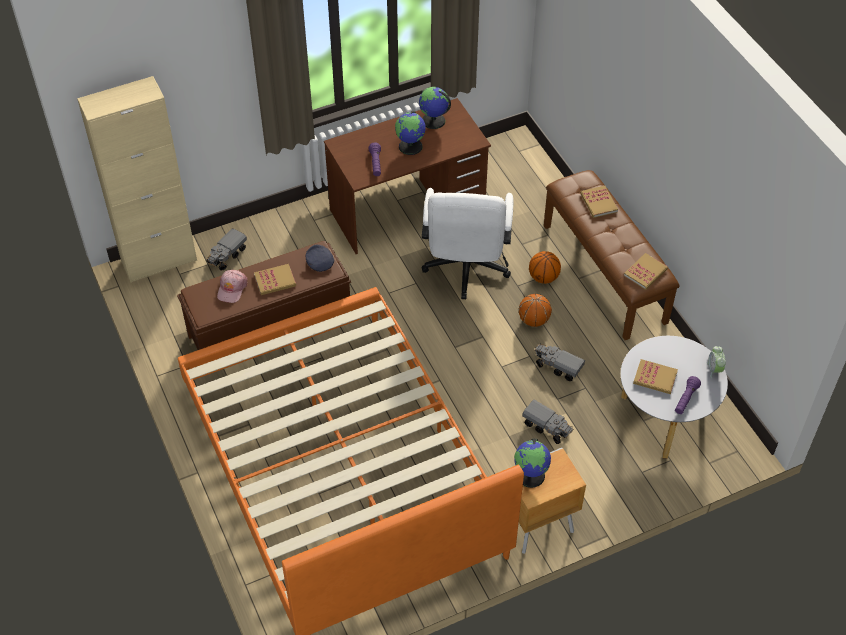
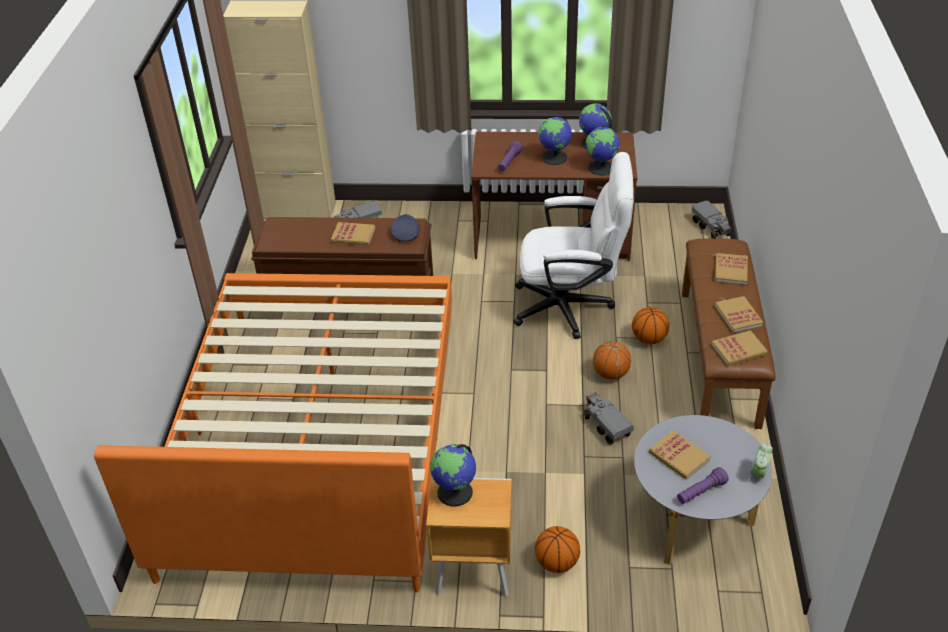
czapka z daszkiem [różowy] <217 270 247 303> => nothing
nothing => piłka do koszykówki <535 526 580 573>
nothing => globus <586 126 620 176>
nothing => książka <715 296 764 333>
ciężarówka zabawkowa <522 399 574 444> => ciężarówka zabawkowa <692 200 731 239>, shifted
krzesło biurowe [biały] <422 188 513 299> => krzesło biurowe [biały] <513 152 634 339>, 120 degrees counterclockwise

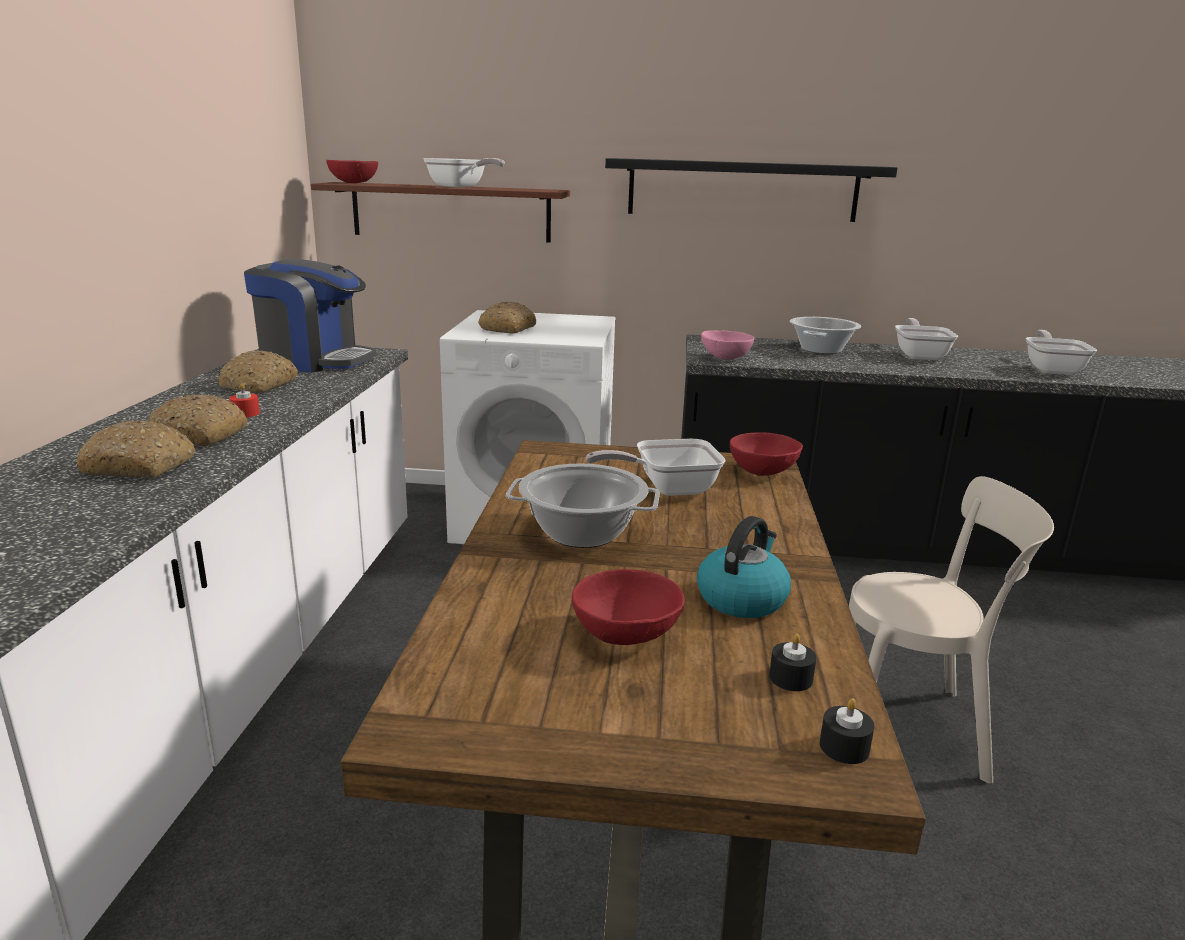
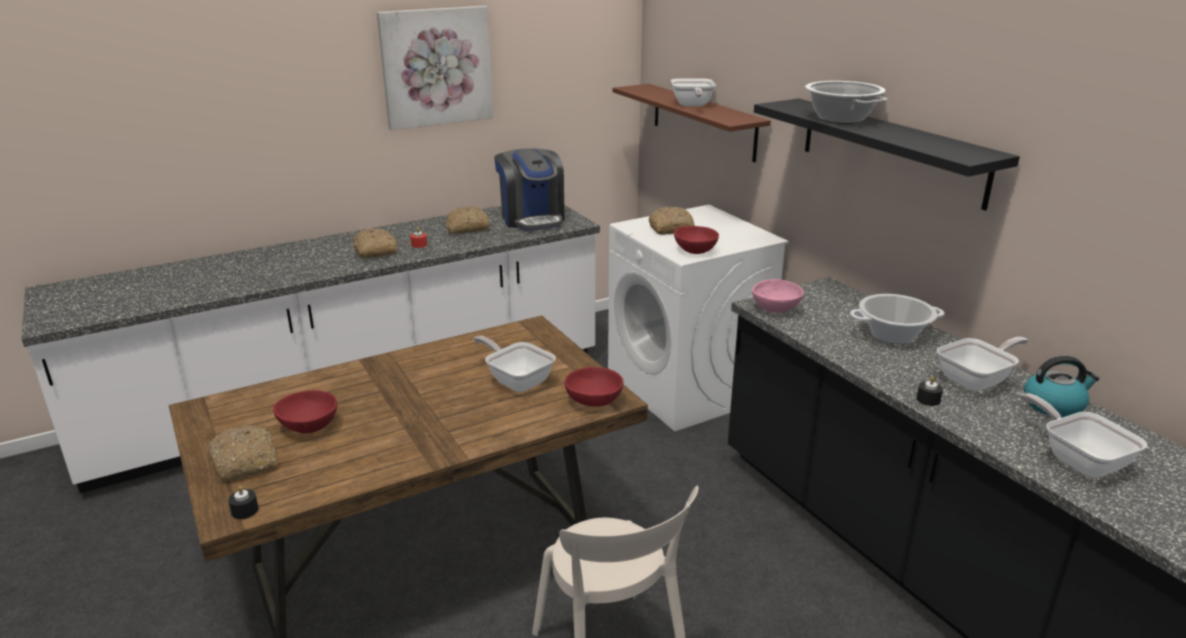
nothing => obraz <377 6 493 130>
chleb <76 420 196 478> => chleb <208 425 277 481>, shifted
miska [czerwony] <326 160 378 183> => miska [czerwony] <674 226 719 254>, shifted
garnek <506 464 660 548> => garnek <804 81 887 124>, shifted
czajnik <697 516 791 618> => czajnik <1024 356 1099 418>, shifted
świeca [czarny] <769 634 816 691> => świeca [czarny] <916 376 943 406>, shifted
patelnia <1026 330 1097 375> => patelnia <1019 393 1147 478>, 90 degrees counterclockwise

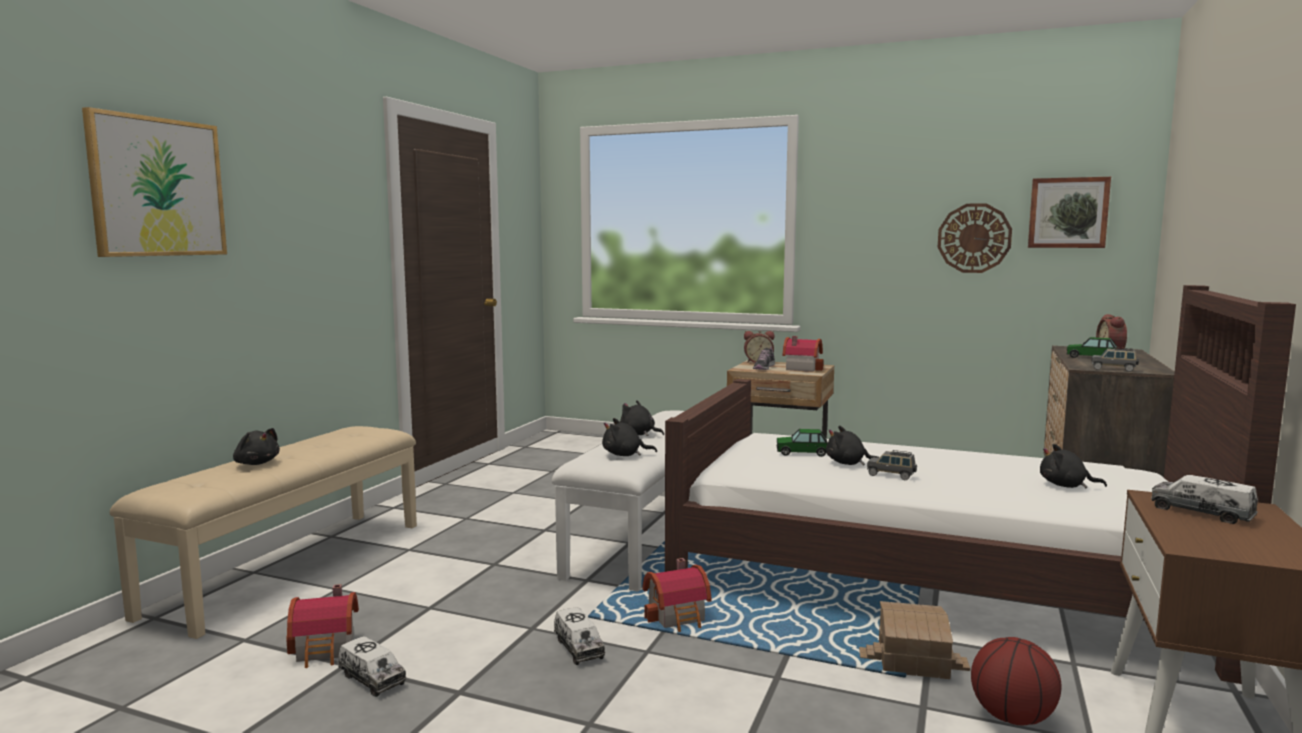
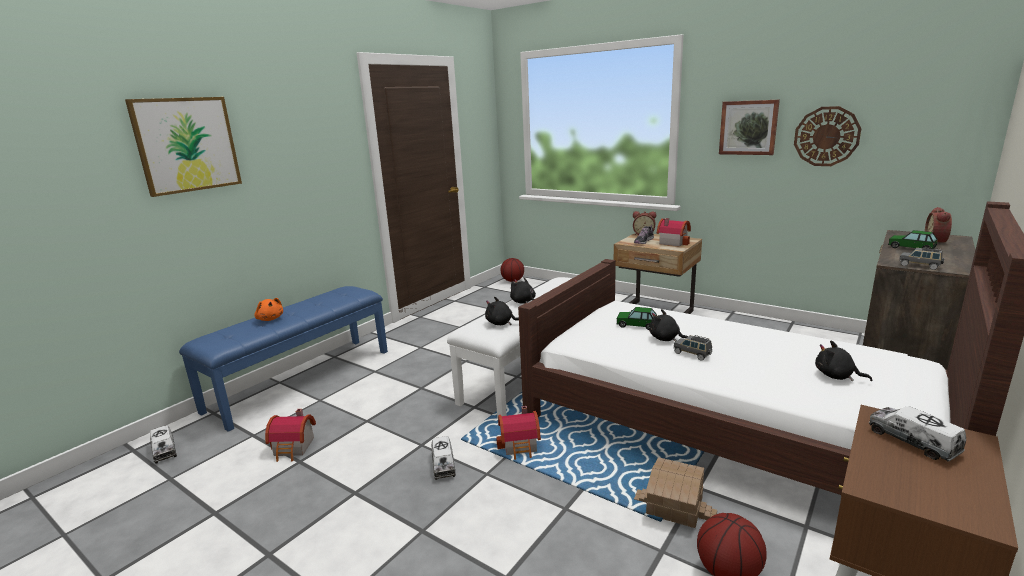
nothing => piłka do koszykówki <501 258 524 282>
ciężarówka zabawkowa <338 636 406 697> => ciężarówka zabawkowa <150 425 177 464>, shifted
obraz <1028 177 1111 248> => obraz <719 100 780 155>, shifted
ławka [beżowy] <110 426 417 639> => ławka [niebieski] <179 286 388 432>
pluszak [czarny] <233 428 280 465> => pluszak [pomarańczowy] <254 298 283 321>

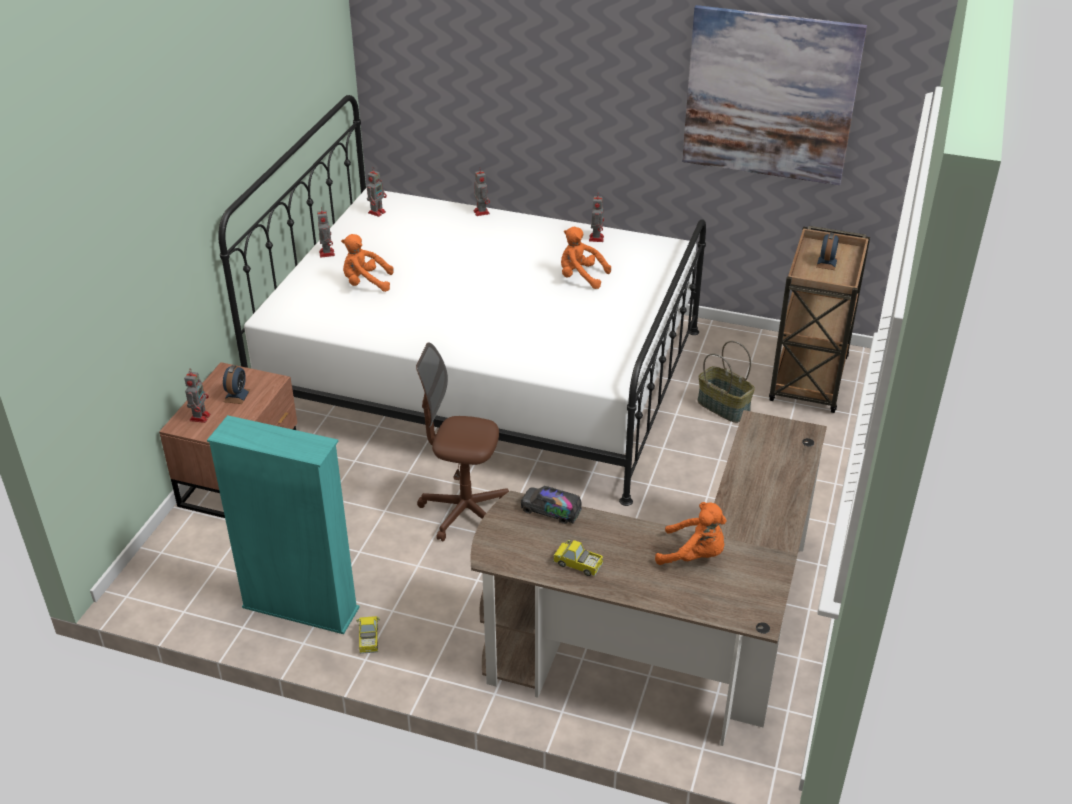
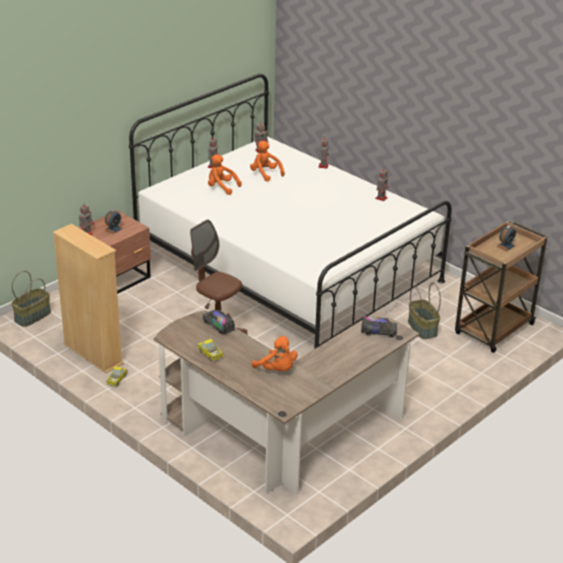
obraz <682 5 867 185> => nothing
nothing => koszyk <11 271 51 327>
nothing => ciężarówka zabawkowa <361 317 397 338>
pluszak [pomarańczowy] <561 227 611 289> => pluszak [pomarańczowy] <250 141 285 182>, shifted
regał [turkusowy] <207 415 360 634> => regał [beżowy] <53 224 124 373>

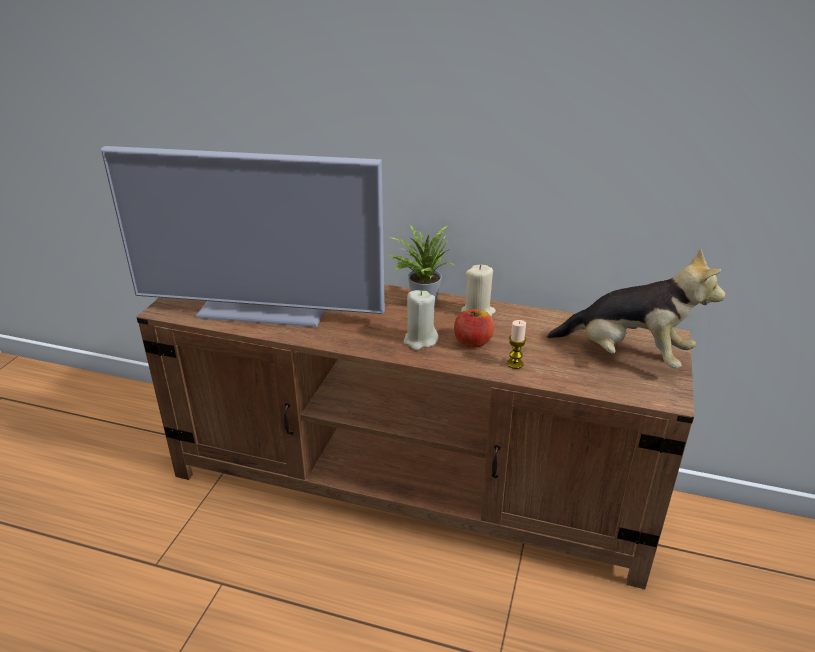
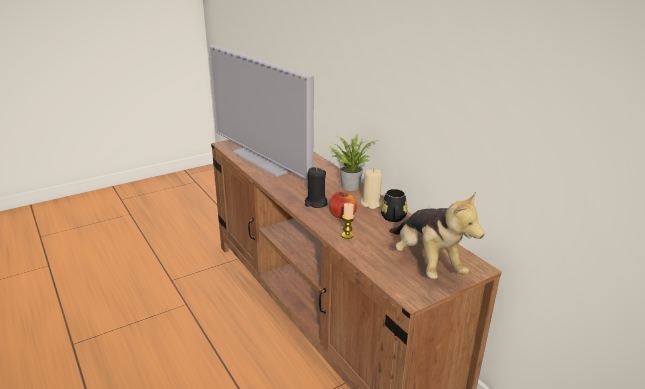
nothing => kubek [czarny] <381 189 408 222>
świeca [beżowy] <404 290 439 350> => świeca [czarny] <305 167 328 208>

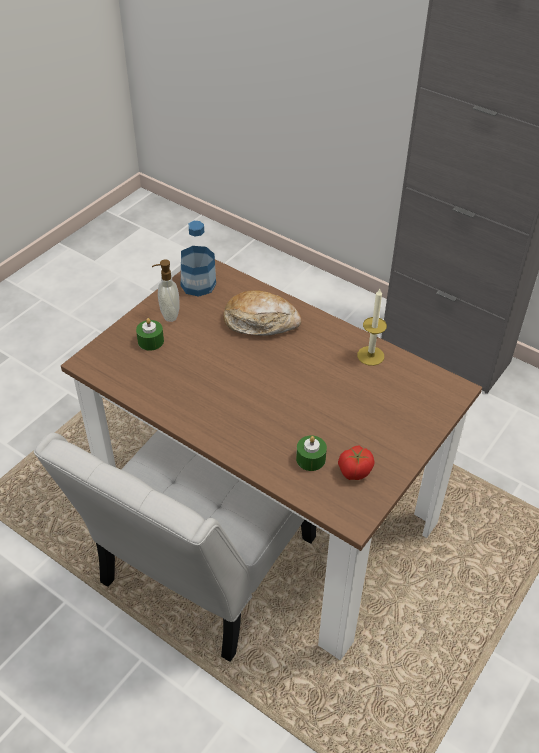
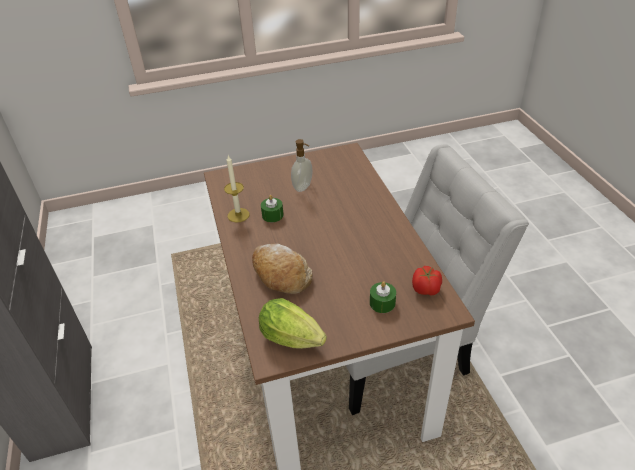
dozownik mydła <152 259 180 322> => dozownik mydła <291 139 313 192>, shifted
świeca [zielony] <296 435 327 471> => świeca [zielony] <261 195 284 222>, shifted
pomidor <338 445 375 480> => pomidor <412 266 442 295>, shifted
butelka <181 221 216 297> => sałata <259 298 327 349>

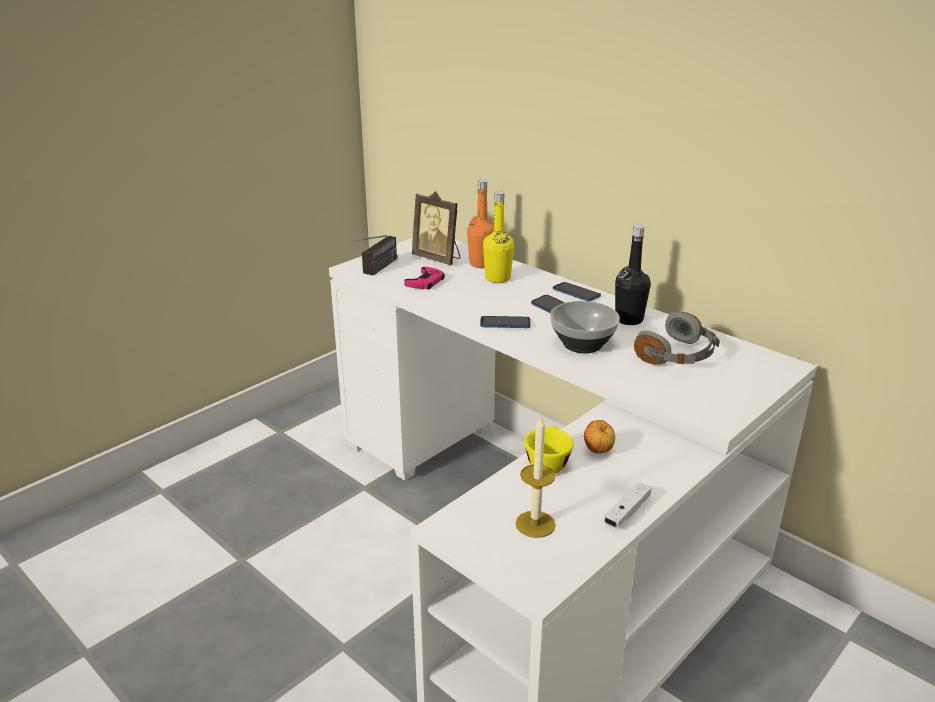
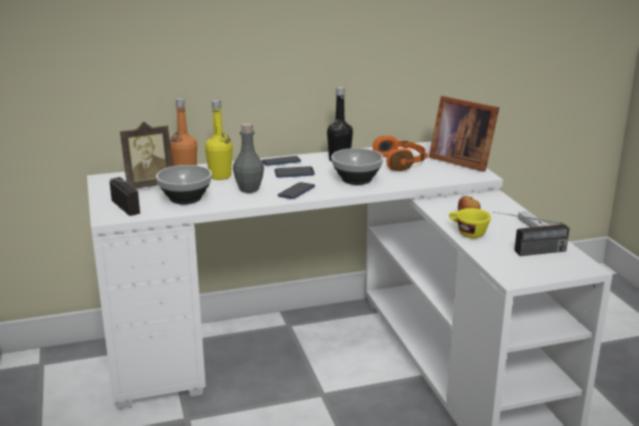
nothing => butelka [szary] <233 123 264 193>
nothing => ramka na zdjęcie <429 96 499 172>
pad do gier [różowy] <404 267 445 289> => miska <156 165 212 205>
świeca <515 417 556 538> => radio <493 211 569 256>
słuchawki [szary] <634 312 720 365> => słuchawki [pomarańczowy] <373 136 428 171>

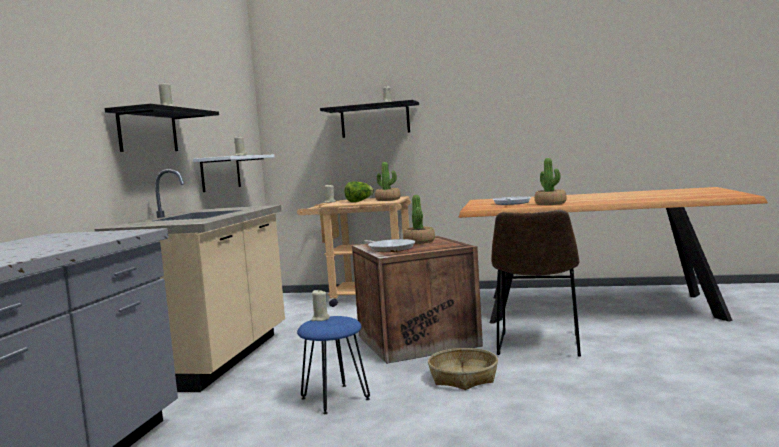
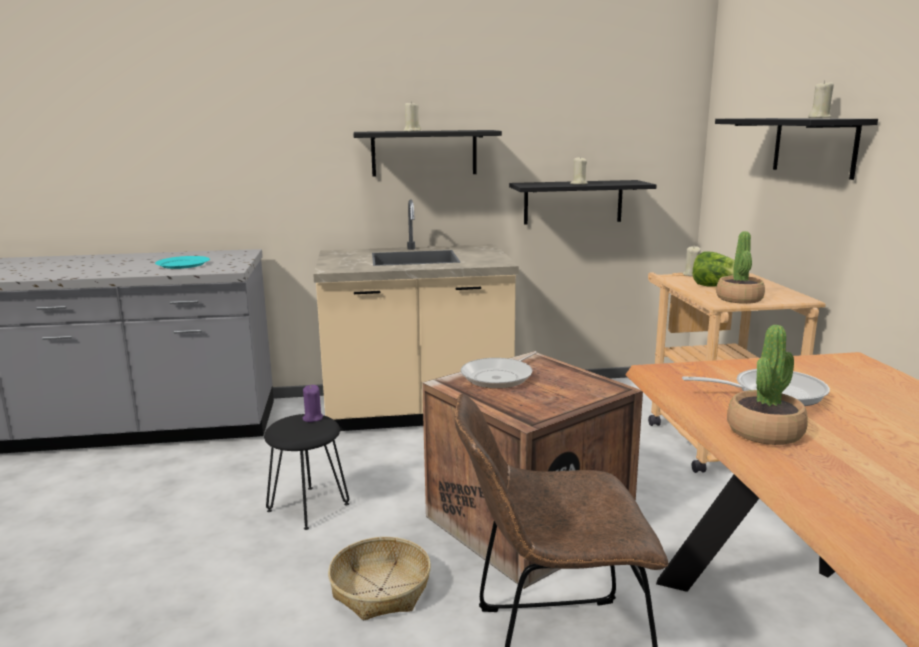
roślina doniczkowa <403 195 435 244> => nothing
nothing => talerz [turkusowy] <155 256 210 269>
półka [biały] <193 155 275 192> => półka [czarny] <509 180 657 225>
stołek [niebieski] <297 316 370 414> => stołek [czarny] <264 414 349 530>
świeca [beżowy] <311 289 330 321> => świeca [fioletowy] <303 385 323 422>

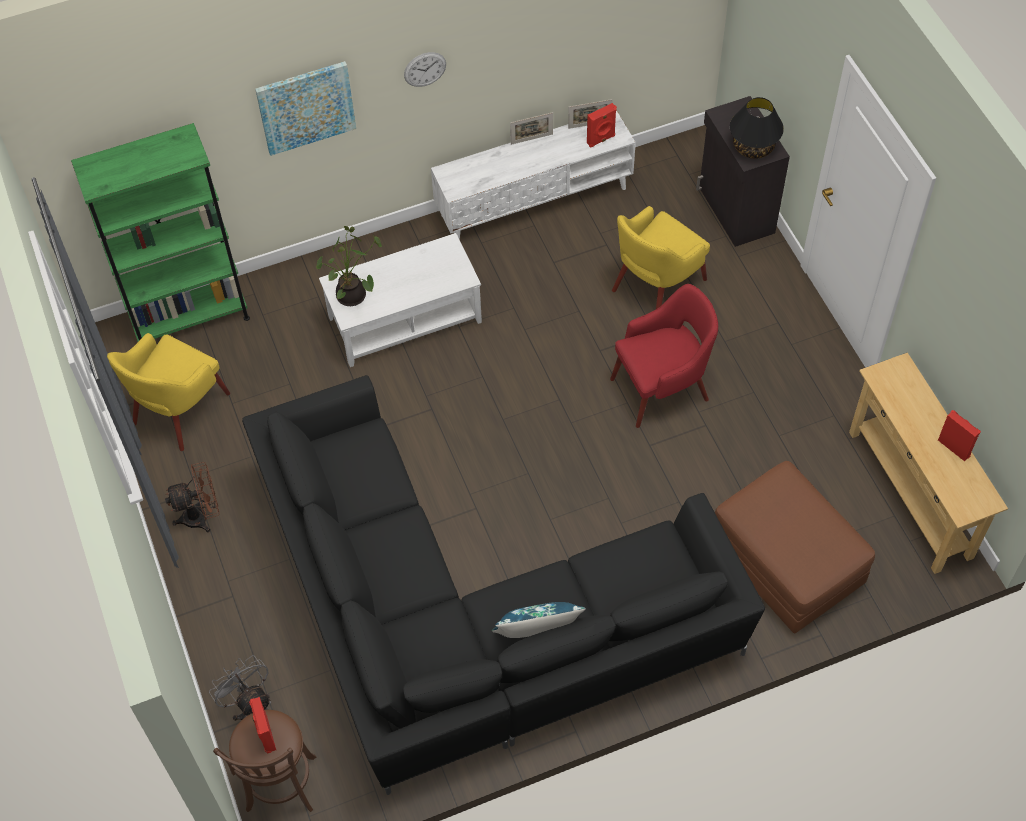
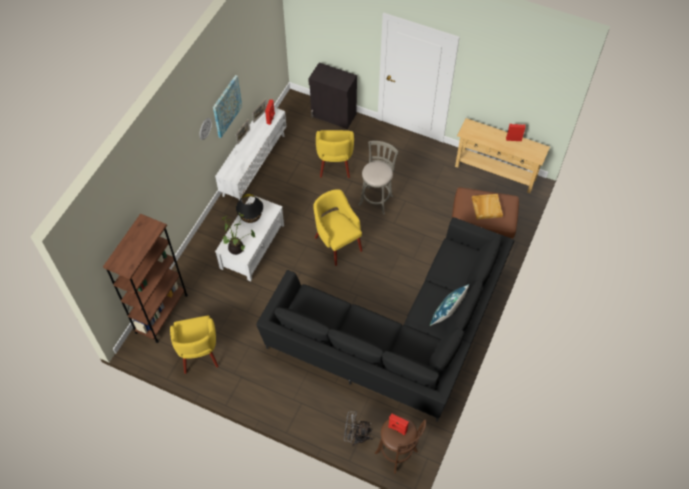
wentylator [brązowy] <165 462 220 532> => nothing
nothing => fotel [żółty] <313 189 362 266>
nothing => taca [beżowy] <472 194 503 219>
obraz <255 61 356 156> => obraz <213 75 242 138>, shifted
lampa stołowa [czarny] <730 97 784 159> => lampa stołowa [czarny] <236 193 263 223>, shifted
fotel [czerwony] <610 284 718 428> => stołek [szary] <359 141 399 215>
regał [zielony] <71 123 250 342> => regał [brązowy] <103 214 188 343>

